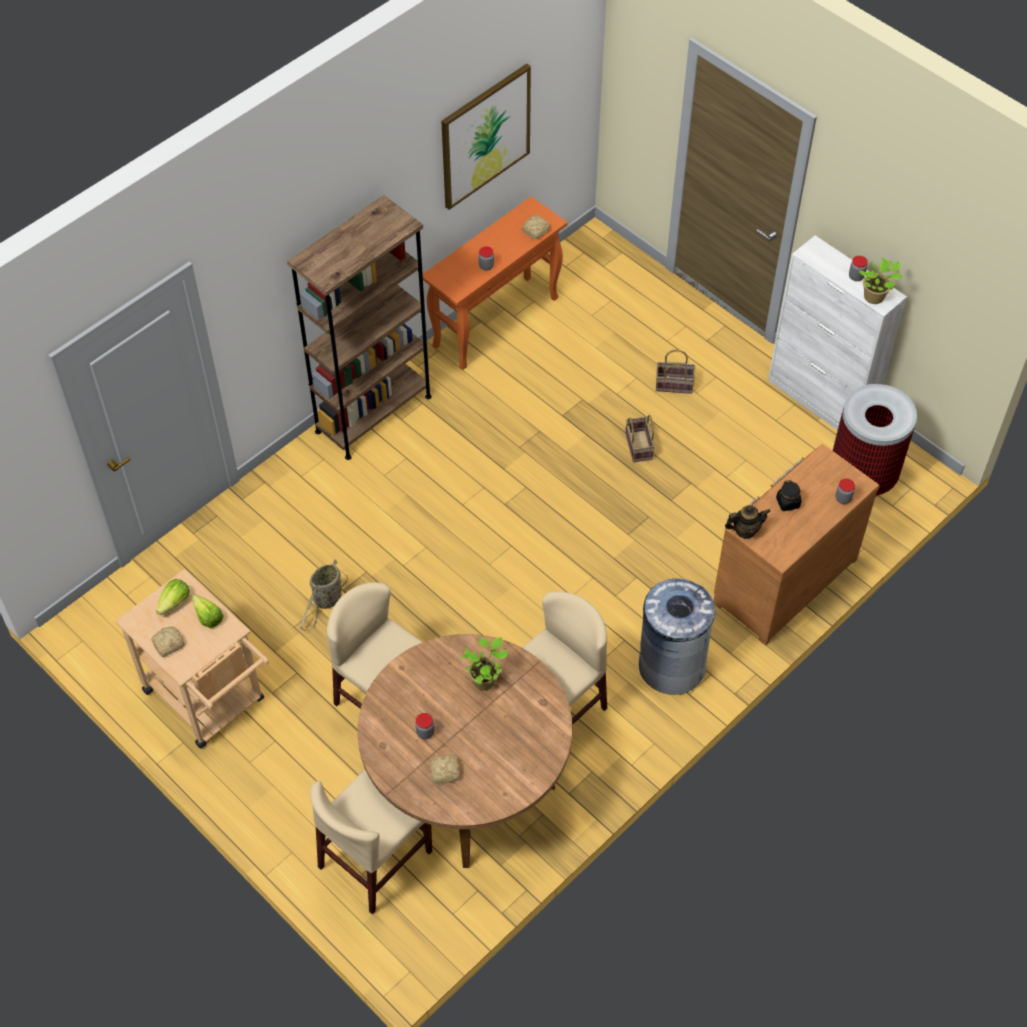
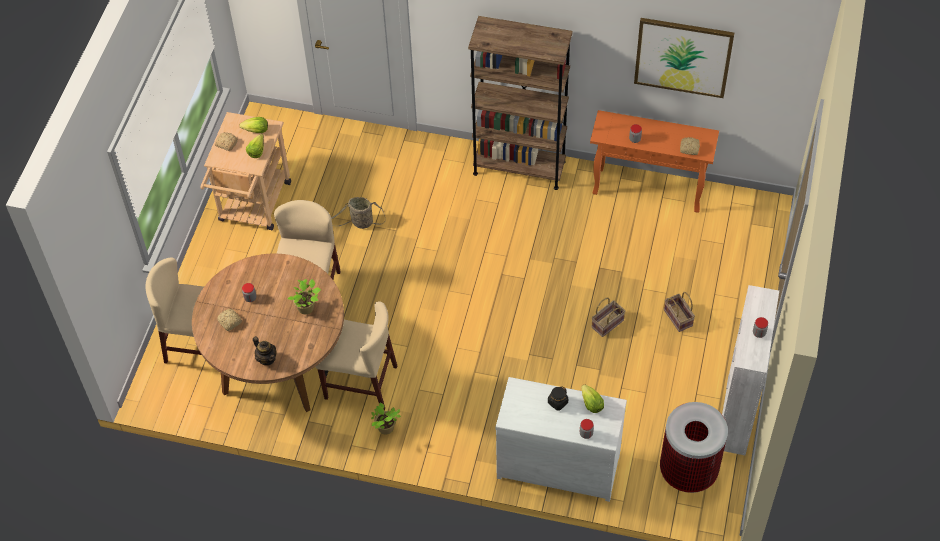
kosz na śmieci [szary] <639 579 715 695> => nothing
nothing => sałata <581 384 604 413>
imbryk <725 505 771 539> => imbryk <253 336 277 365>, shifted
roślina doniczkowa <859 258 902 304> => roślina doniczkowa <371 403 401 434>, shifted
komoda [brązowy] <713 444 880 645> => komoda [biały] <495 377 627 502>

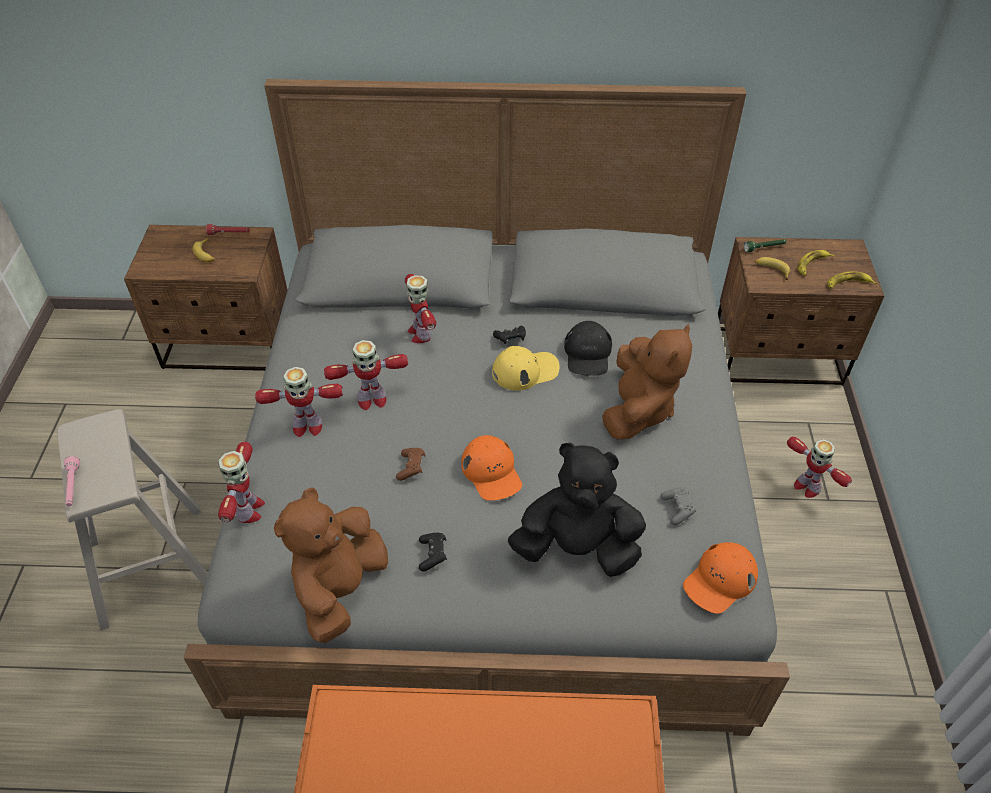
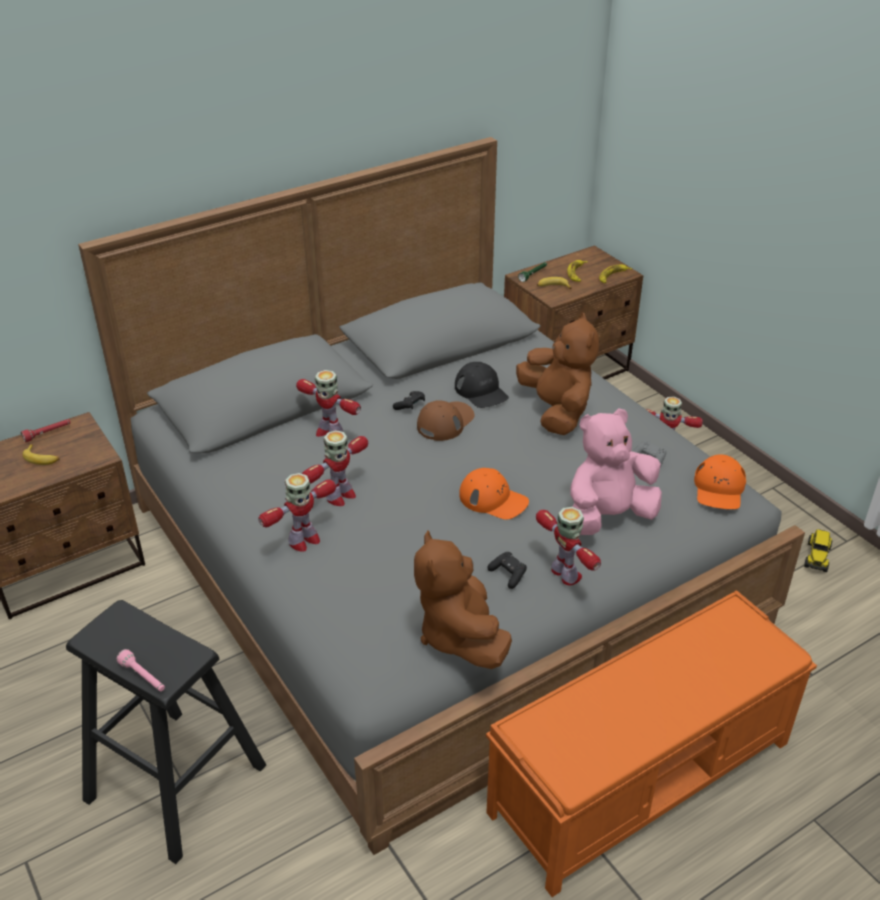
pad do gier [brązowy] <396 448 426 481> => nothing
nothing => ciężarówka zabawkowa <804 529 832 572>
robot zabawkowy <218 442 265 523> => robot zabawkowy <536 507 601 586>, shifted
stołek [beżowy] <57 409 208 631> => stołek [czarny] <66 600 266 864>
czapka z daszkiem [żółty] <492 346 559 391> => czapka z daszkiem [brązowy] <417 400 474 441>
pluszak [czarny] <508 443 646 577> => pluszak [różowy] <570 409 662 535>

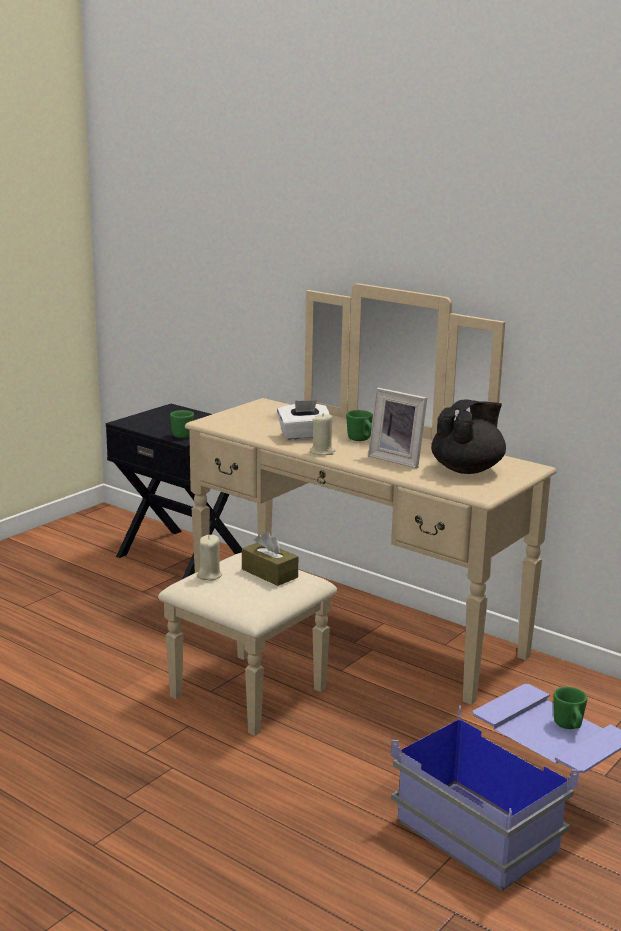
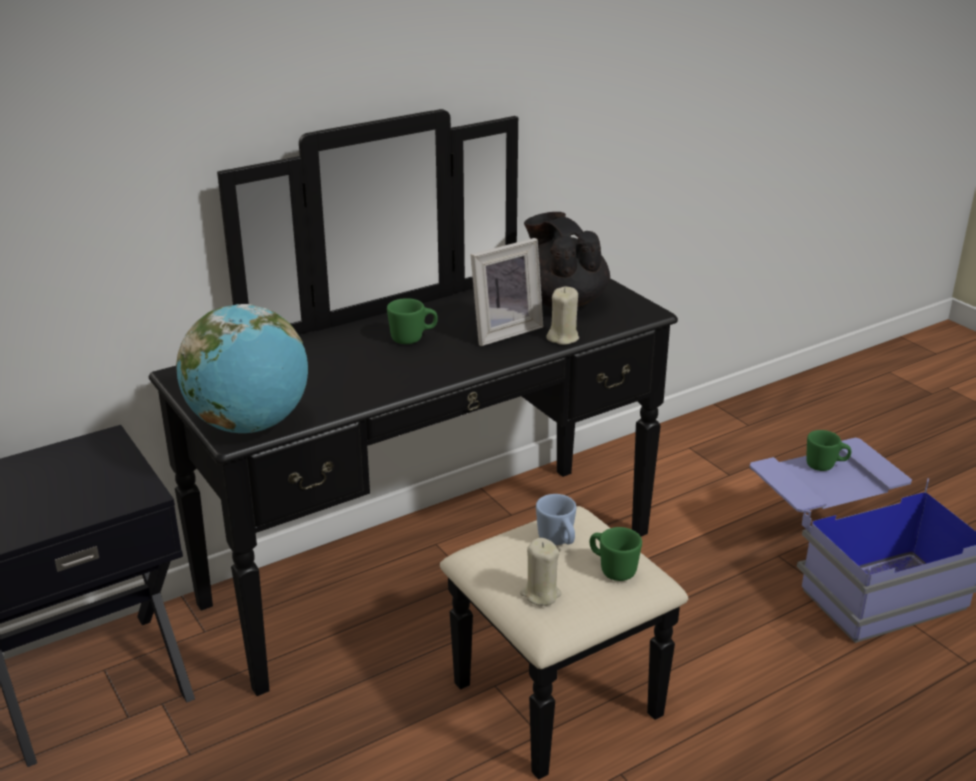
pudełko chusteczek [biały] <277 400 330 441> => nothing
nothing => globus <176 304 308 433>
kubek [zielony] <170 410 194 438> => kubek [zielony] <590 527 642 581>, shifted
świeca [beżowy] <310 413 336 455> => świeca [beżowy] <546 287 579 345>, shifted
pudełko chusteczek [brązowy] <242 532 298 586> => kubek [niebieski] <536 494 576 545>
komoda [beżowy] <158 283 557 736> => komoda [czarny] <149 109 688 780>

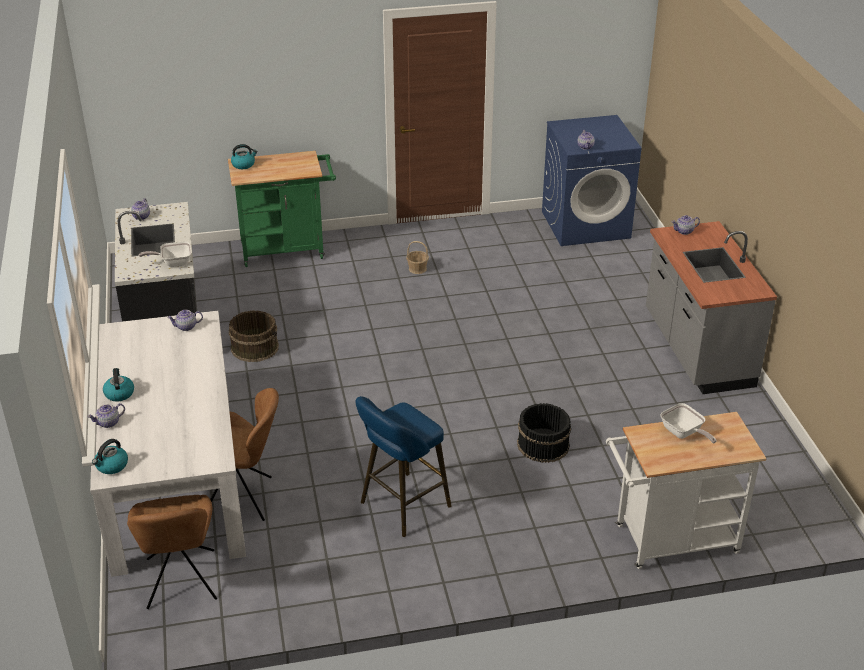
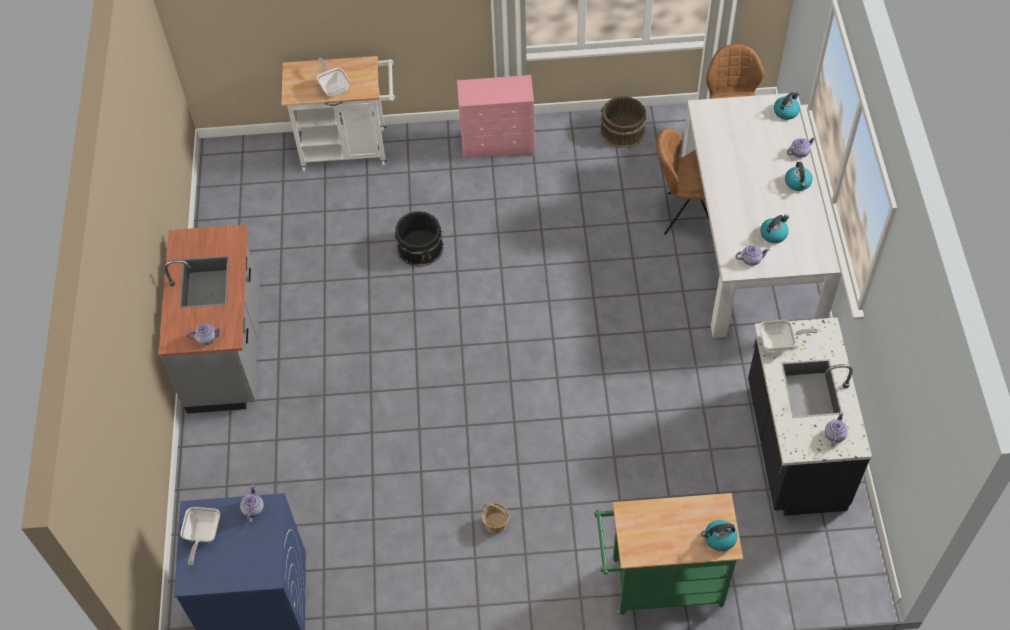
stołek [niebieski] <356 396 451 537> => nothing
nothing => patelnia <180 507 220 566>
nothing => komoda [różowy] <457 75 535 161>
nothing => czajnik <760 214 789 243>
wiadro [brązowy] <229 310 279 362> => wiadro [brązowy] <600 96 647 148>, shifted

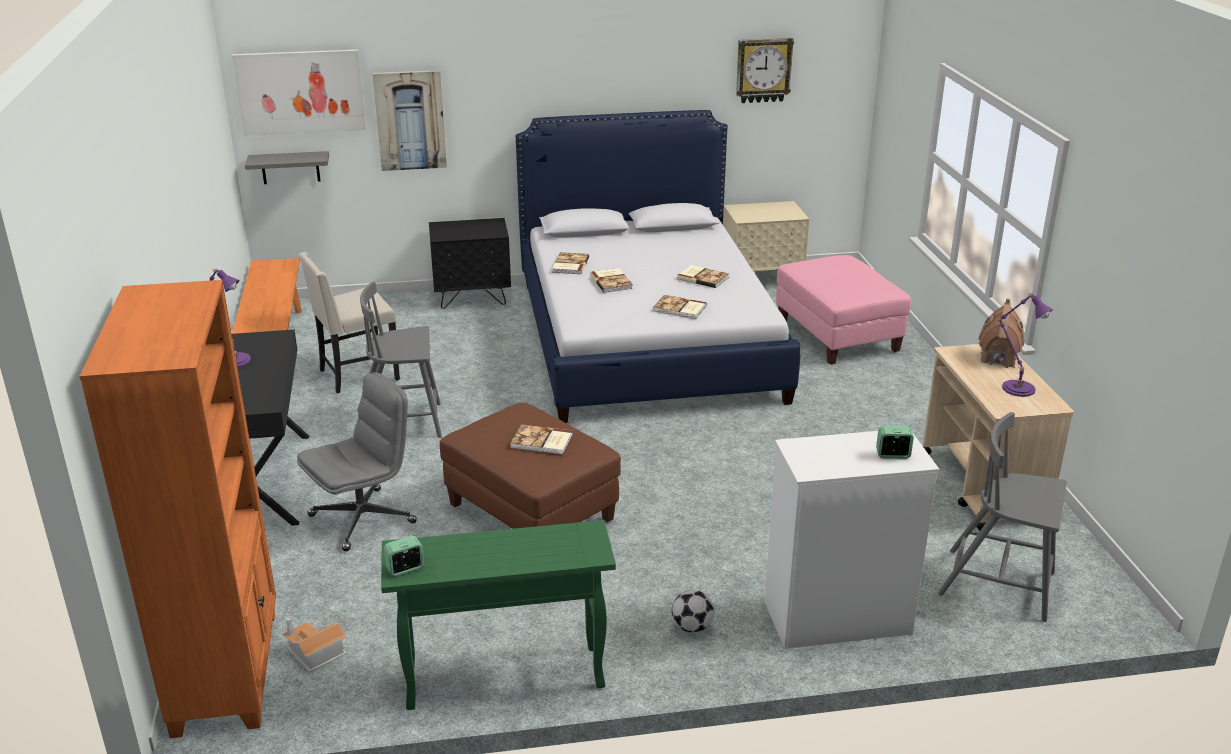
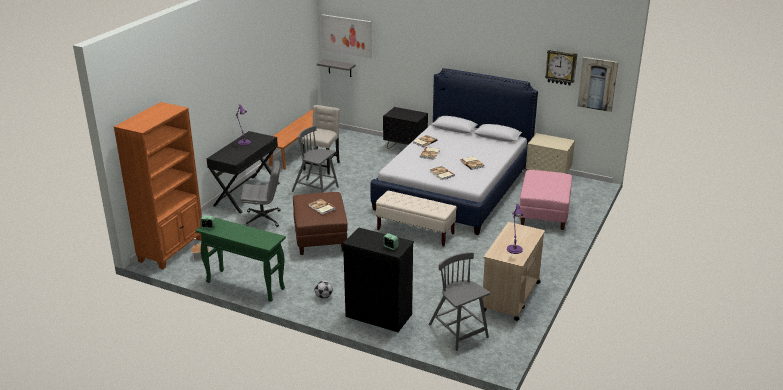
domek <979 298 1024 368> => nothing
nothing => ławka [beżowy] <376 191 457 246>
obraz <373 70 447 171> => obraz <577 57 618 112>, shifted
komoda [biały] <764 431 939 649> => komoda [czarny] <343 228 414 332>
krzesło [beżowy] <299 252 400 393> => krzesło [beżowy] <301 105 340 175>, 105 degrees clockwise

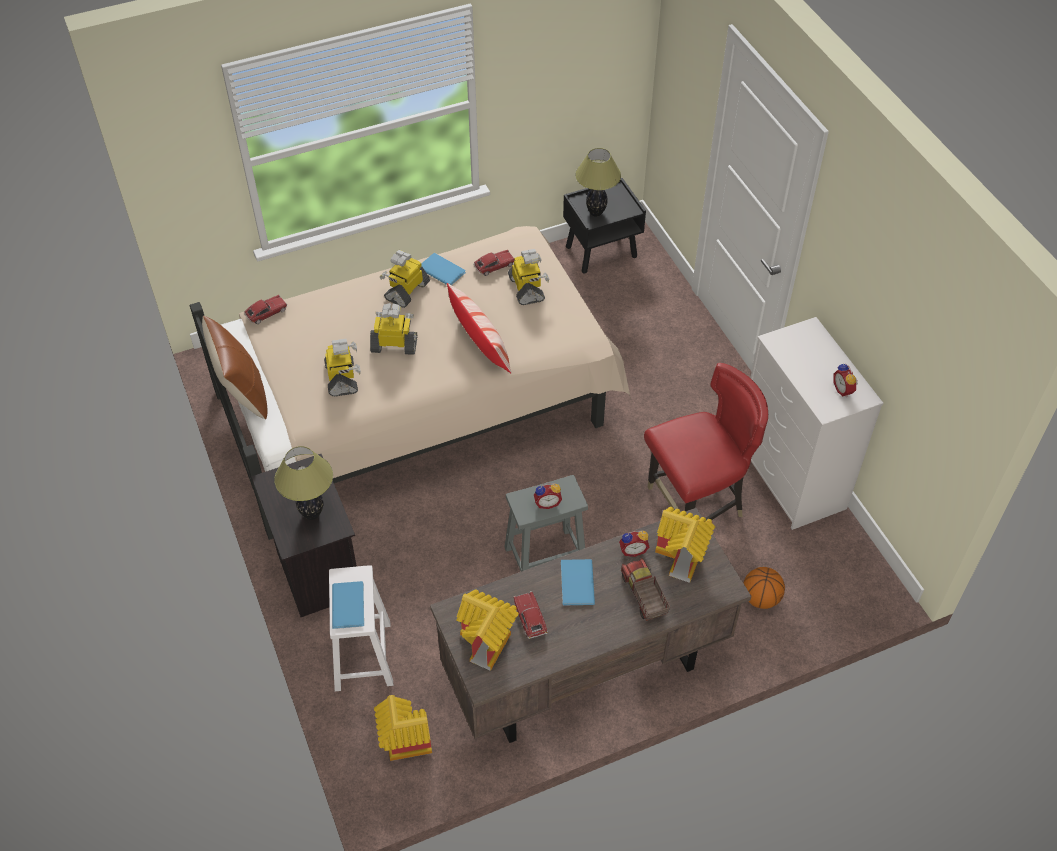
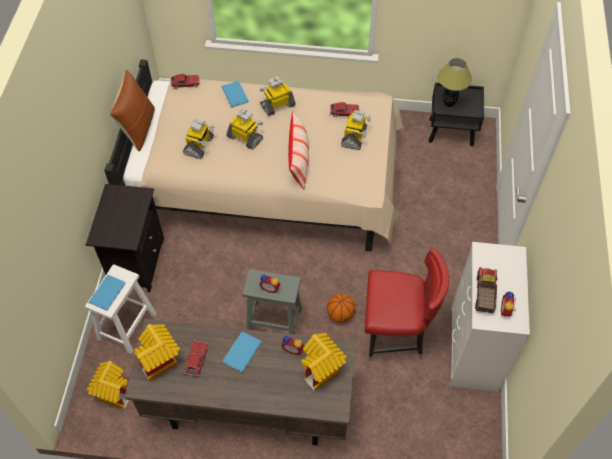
lampa stołowa <274 446 333 520> => nothing
książka [niebieski] <421 253 466 285> => książka [niebieski] <222 81 249 108>, shifted
ciężarówka zabawkowa <621 558 670 621> => ciężarówka zabawkowa <475 267 497 313>, shifted
piłka do koszykówki <744 567 785 609> => piłka do koszykówki <327 294 356 323>, shifted

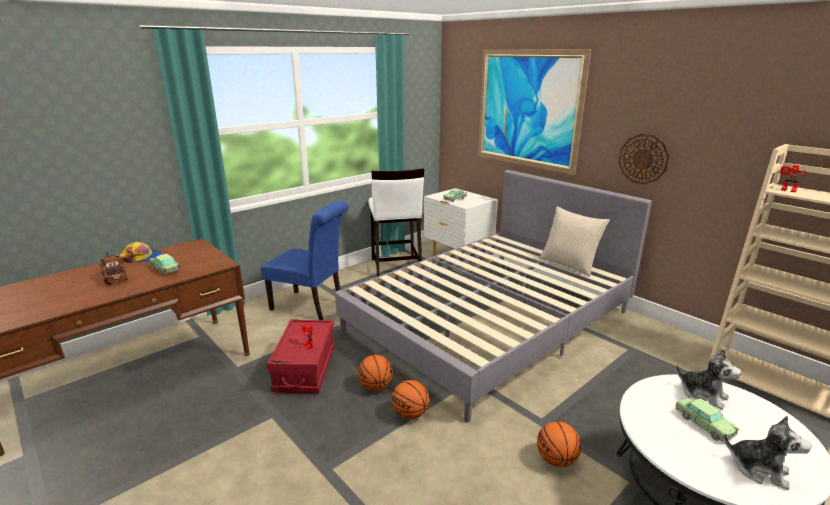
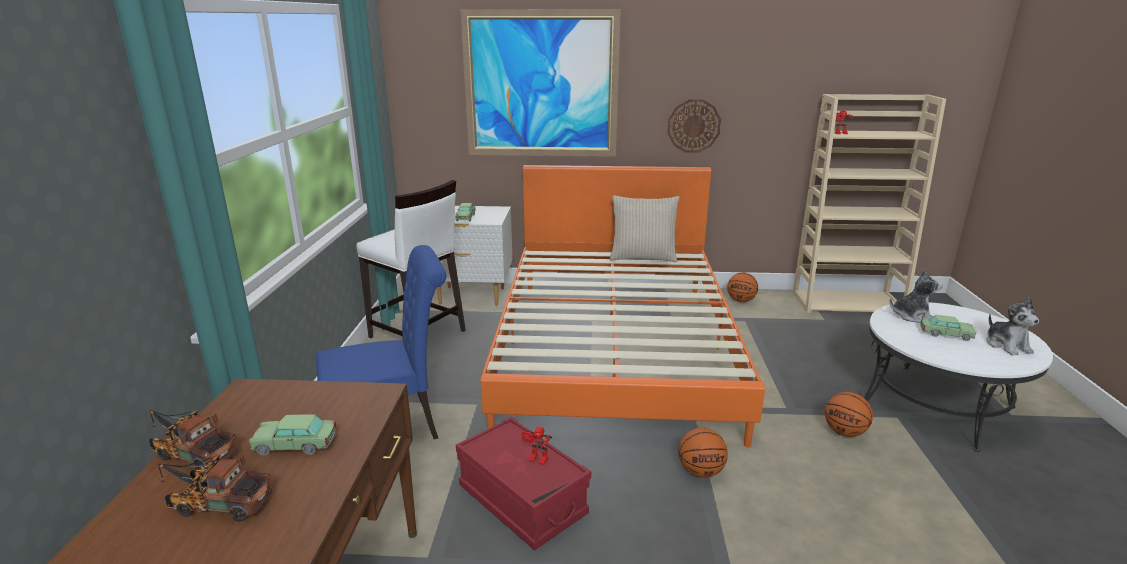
piłka do koszykówki <358 355 393 391> => piłka do koszykówki <727 272 758 302>, shifted
czapka z daszkiem <119 242 162 263> => ciężarówka zabawkowa <149 410 238 470>
łóżko [szary] <335 170 652 422> => łóżko [pomarańczowy] <480 165 765 448>
pluszak <724 416 812 490> => pluszak <986 298 1039 356>, 90 degrees clockwise

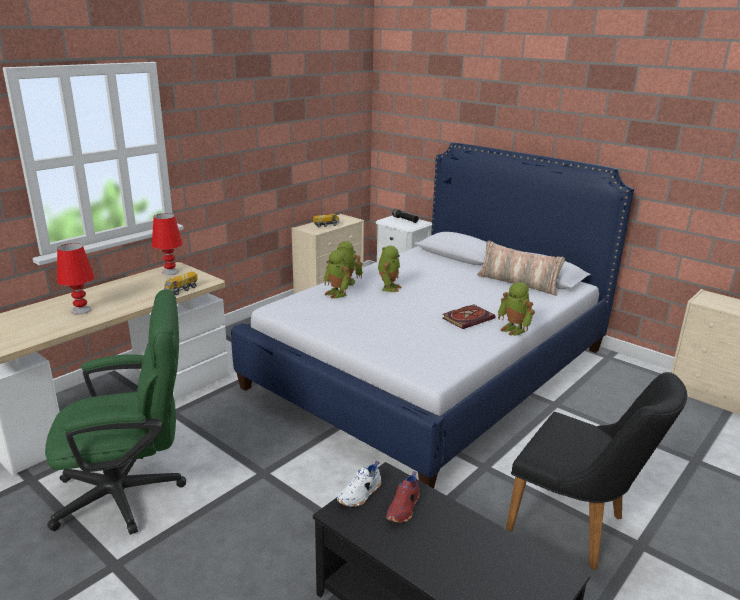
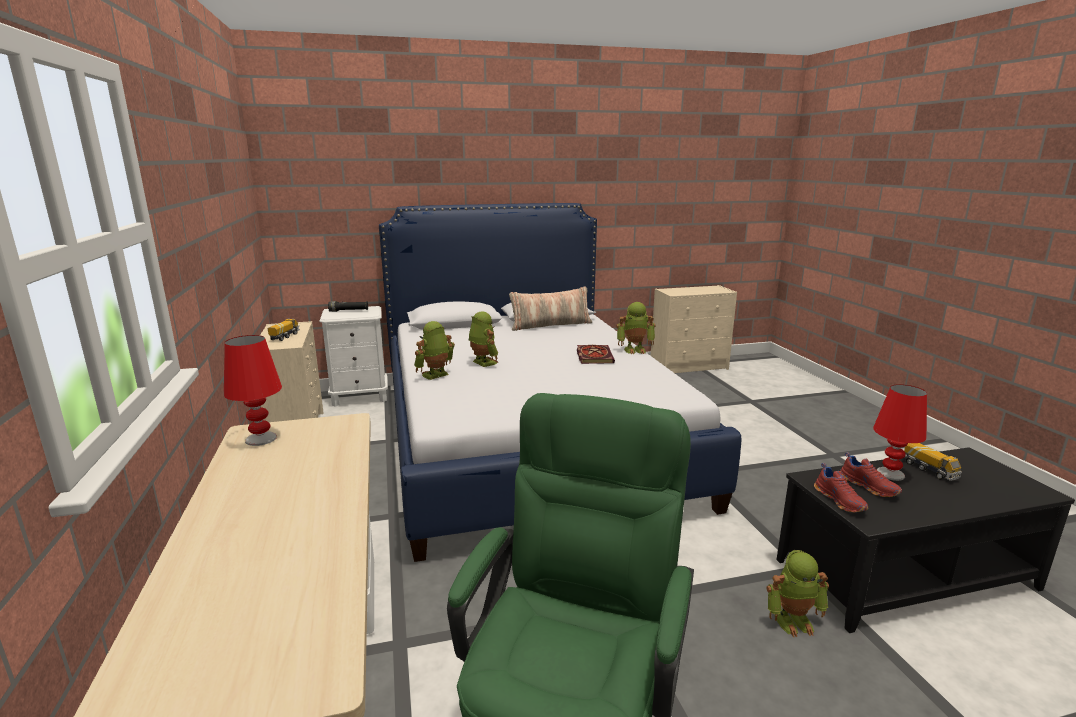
krzesło [czarny] <506 372 687 570> => nothing
lampa stołowa [czerwony] <57 243 94 315> => lampa stołowa [czerwony] <873 384 927 481>, shifted
ciężarówka zabawkowa <164 272 198 295> => ciężarówka zabawkowa <904 443 962 481>, shifted
robot zabawkowy <324 250 351 299> => robot zabawkowy <767 550 829 637>, shifted
but [biały] <337 461 382 507> => but [czerwony] <814 463 868 512>

